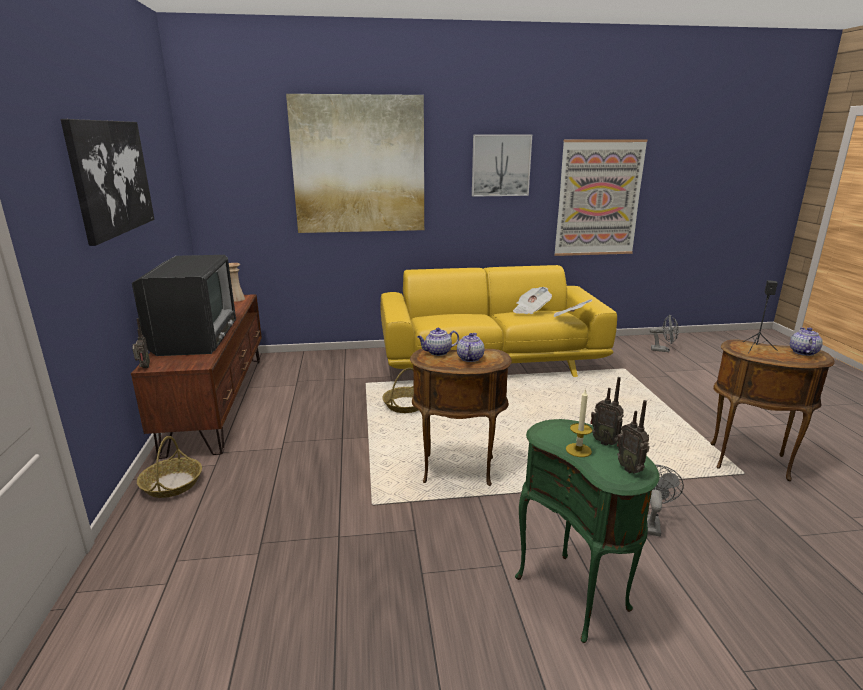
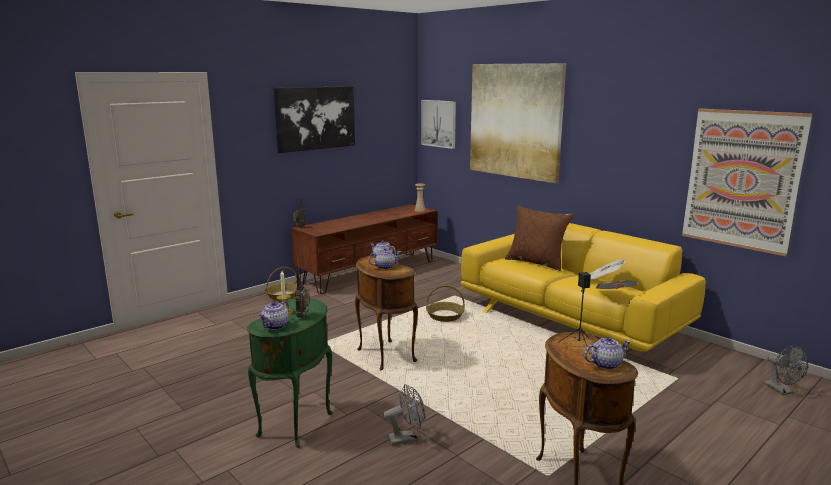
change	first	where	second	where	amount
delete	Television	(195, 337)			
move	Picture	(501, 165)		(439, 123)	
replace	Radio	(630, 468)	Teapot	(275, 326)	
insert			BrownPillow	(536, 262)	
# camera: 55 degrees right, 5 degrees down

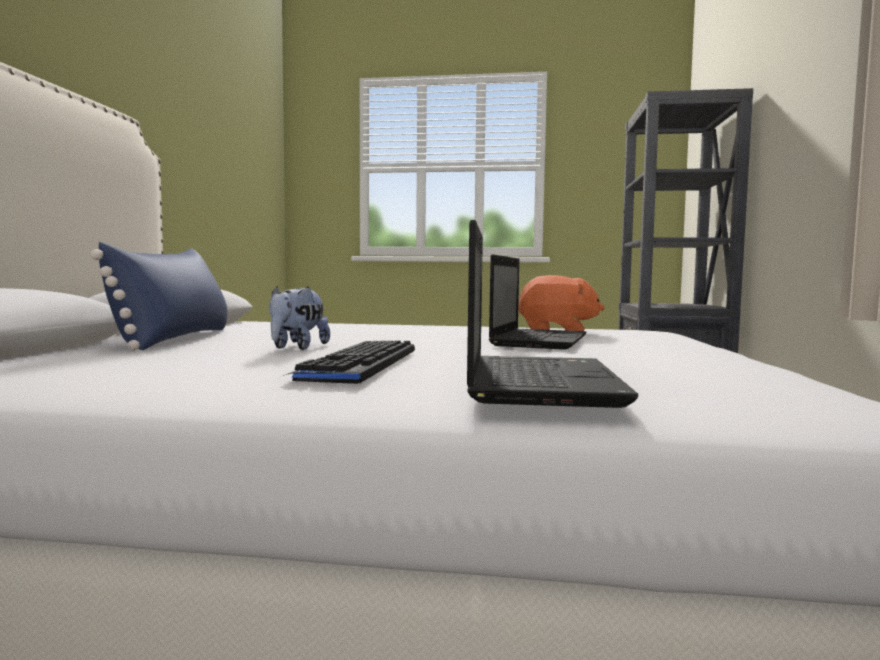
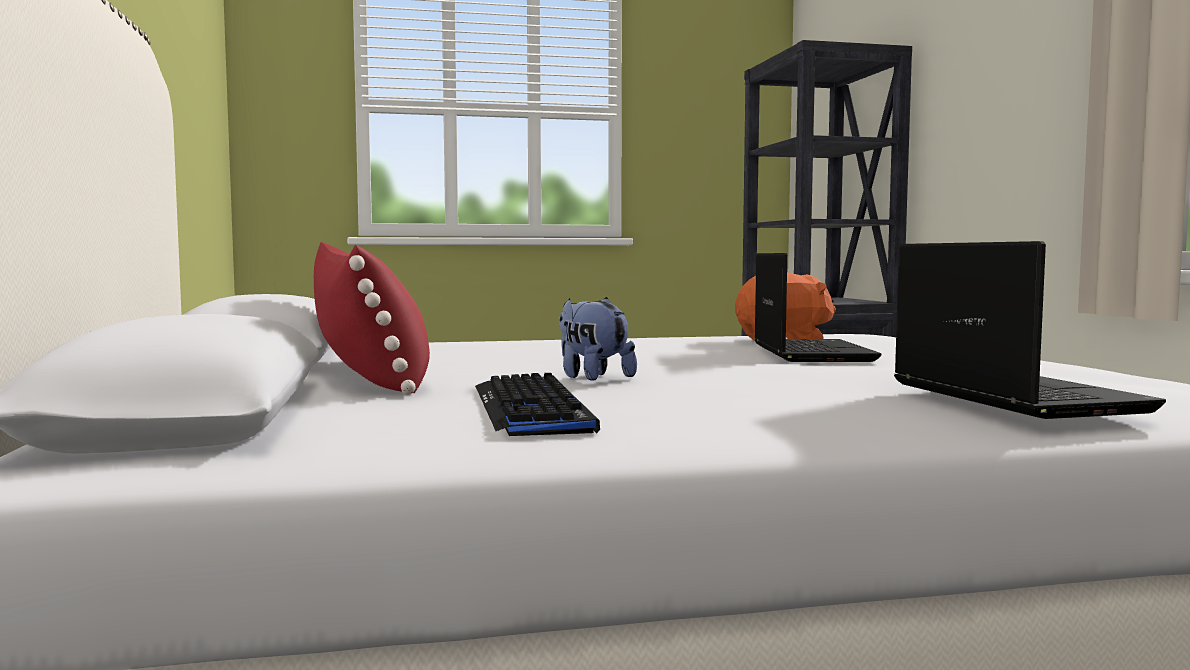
change	first	where	second	where	amount
recolor	BluePillow	(176, 338)	RedPillow	(368, 375)	
rotate	PlushToy	(297, 347)		(592, 377)	150 degrees clockwise
move	Keyboard	(359, 364)		(531, 408)	
# camera: 20 degrees left, 0 degrees up

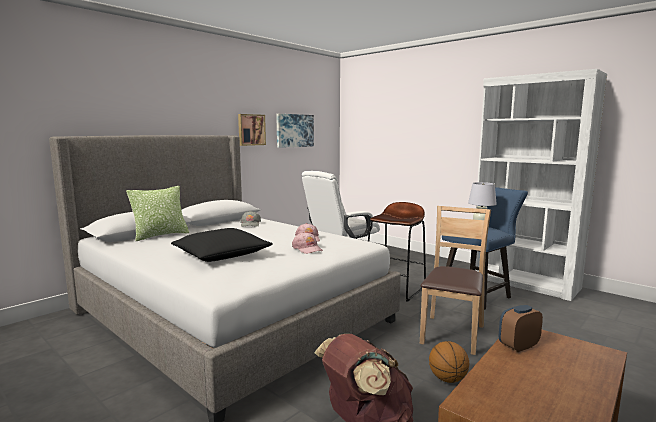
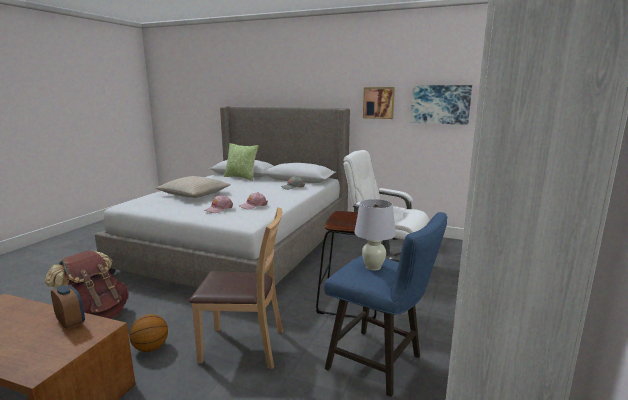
change	first	where	second	where	amount
recolor	BlackPillow	(221, 255)	BeigePillow	(194, 194)	
# camera: 70 degrees right, 5 degrees up

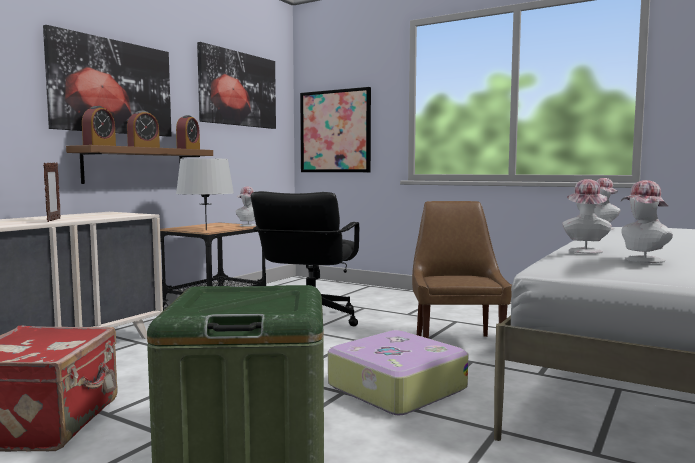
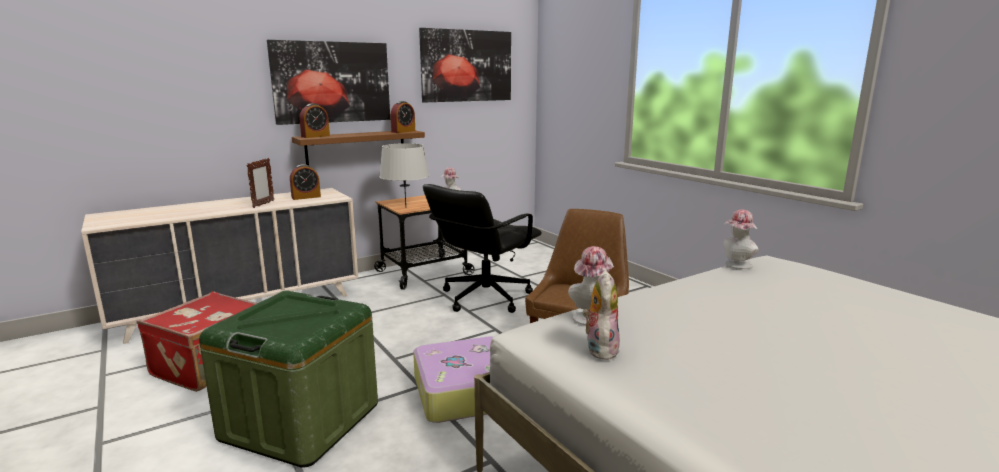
change	first	where	second	where	amount
move	AlarmClock	(144, 147)		(306, 197)	
delete	Picture	(335, 131)			
replace	Hat	(641, 260)	PlushToy	(599, 349)	
# camera: 25 degrees right, 10 degrees up

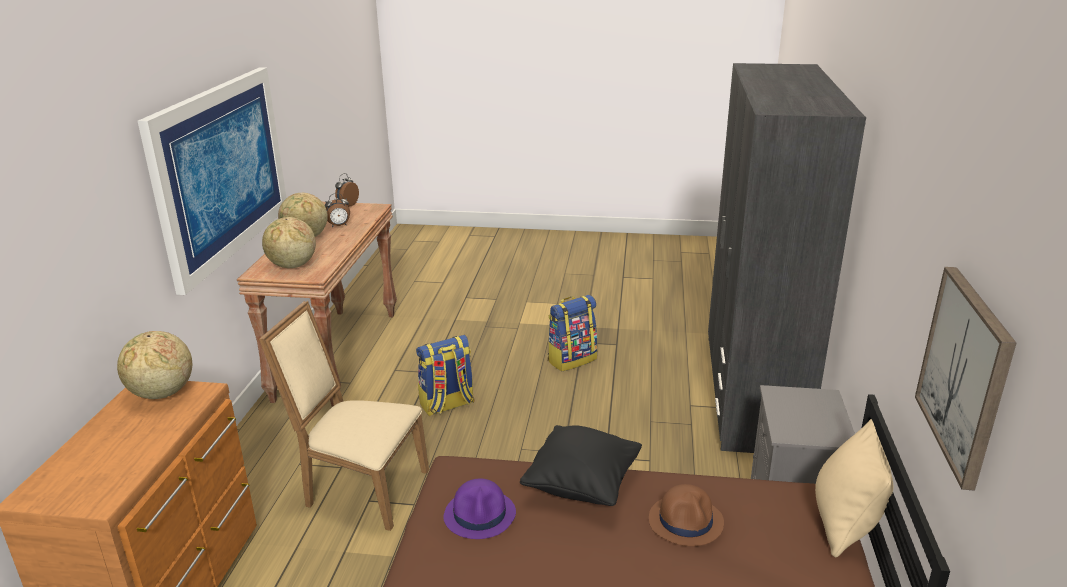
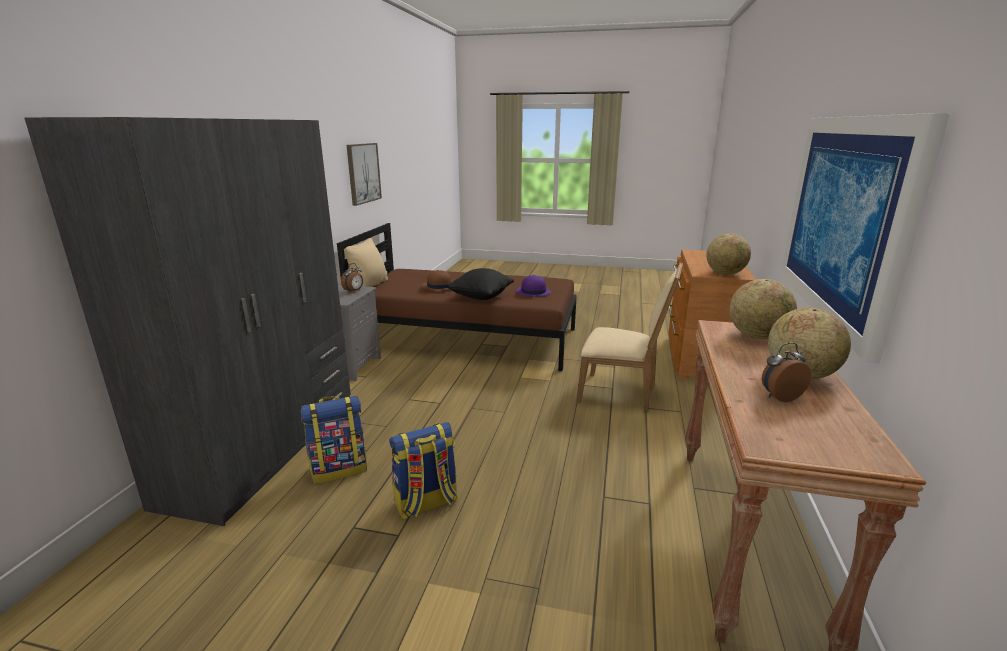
change	first	where	second	where	amount
move	AlarmClock	(347, 205)		(354, 291)	
move	Backpack	(447, 405)		(339, 469)	
# camera: 175 degrees left, 5 degrees down

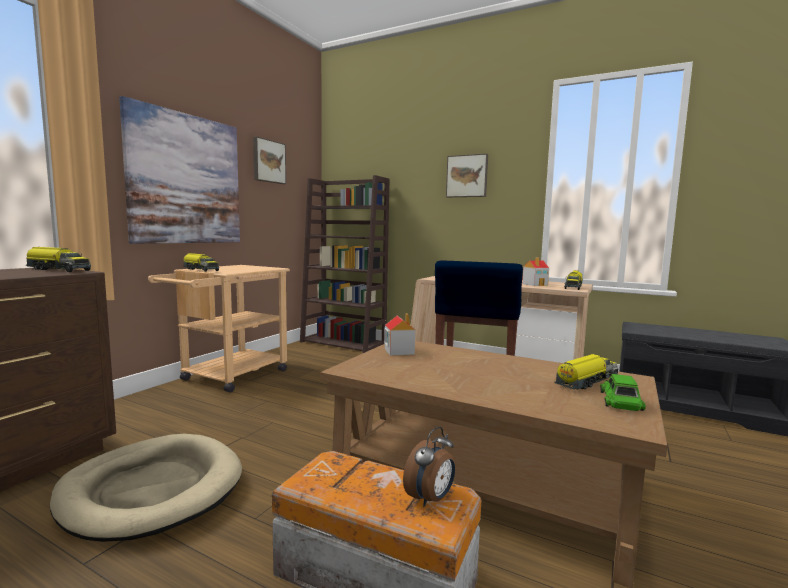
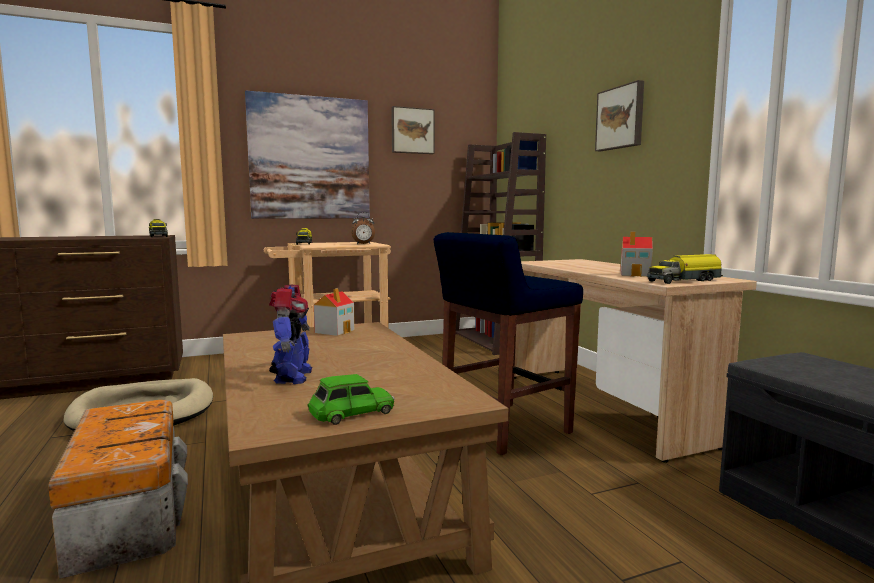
change	first	where	second	where	amount
move	AlarmClock	(431, 499)		(363, 244)	
delete	ToyTruck	(586, 381)			
insert			ToyRobot	(291, 377)	
# camera: 40 degrees right, 0 degrees up

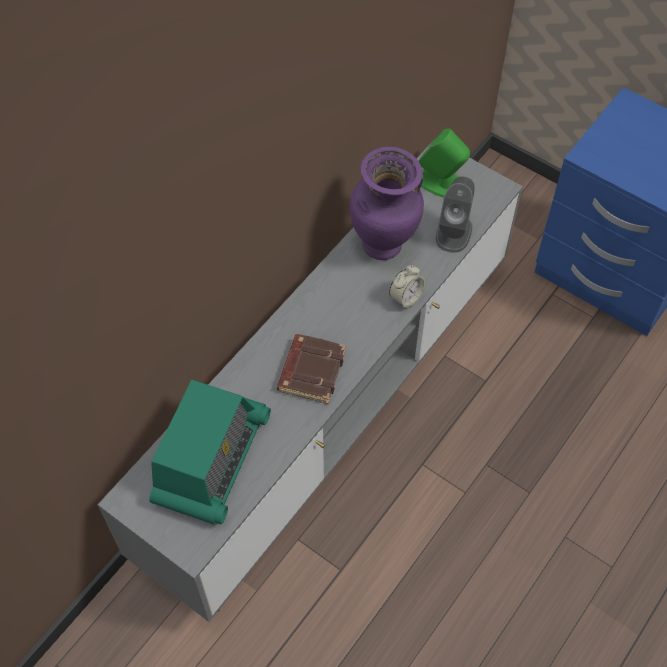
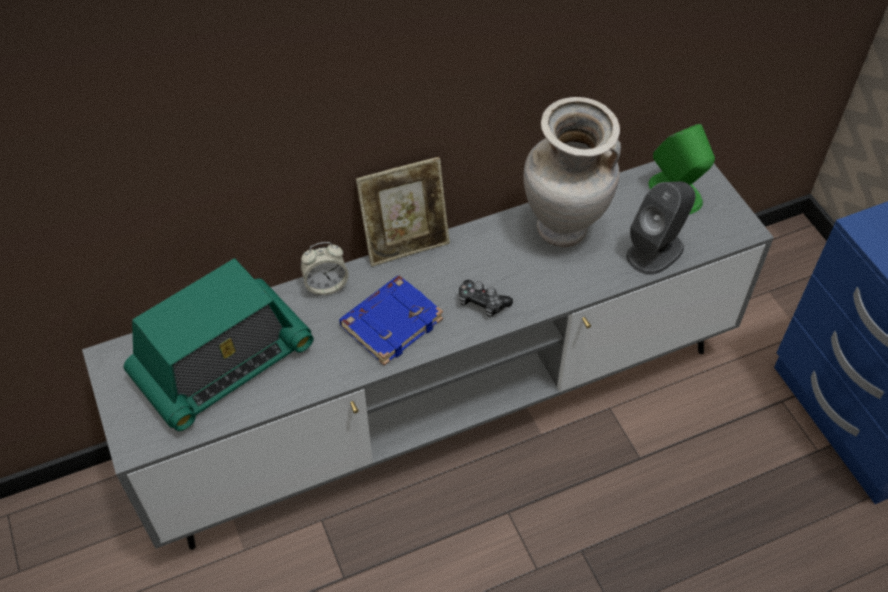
change	first	where	second	where	amount
recolor	BrownBook	(311, 370)	BlueBook	(391, 322)	
recolor	PurpleVase	(383, 247)	BeigeVase	(562, 231)	
move	AlarmClock	(406, 298)		(326, 285)	
insert			PictureFrame	(406, 243)	
insert			GameController	(482, 303)	
# camera: 30 degrees right, 5 degrees down

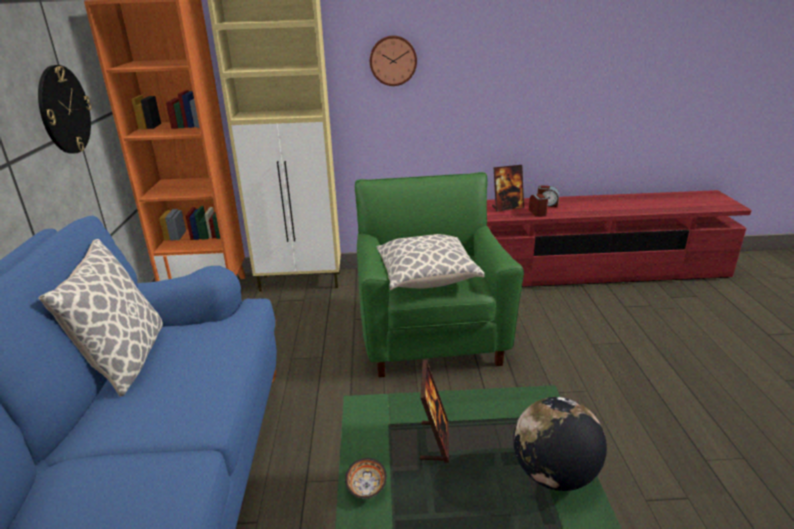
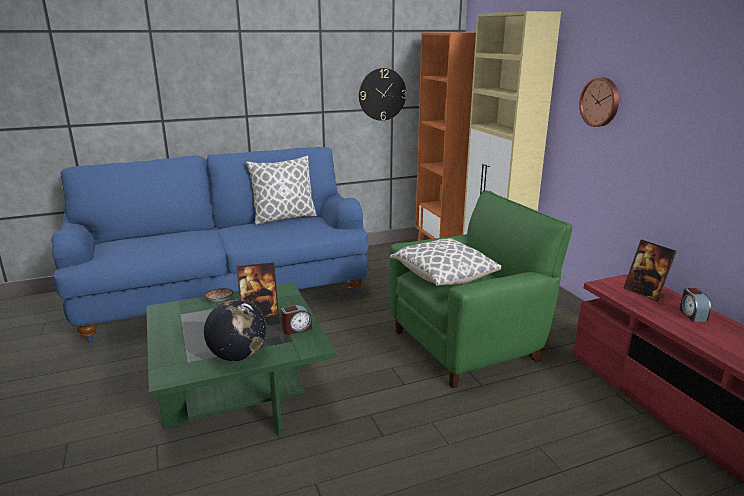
change	first	where	second	where	amount
move	AlarmClock	(538, 212)		(296, 329)	
# camera: 70 degrees right, 5 degrees down

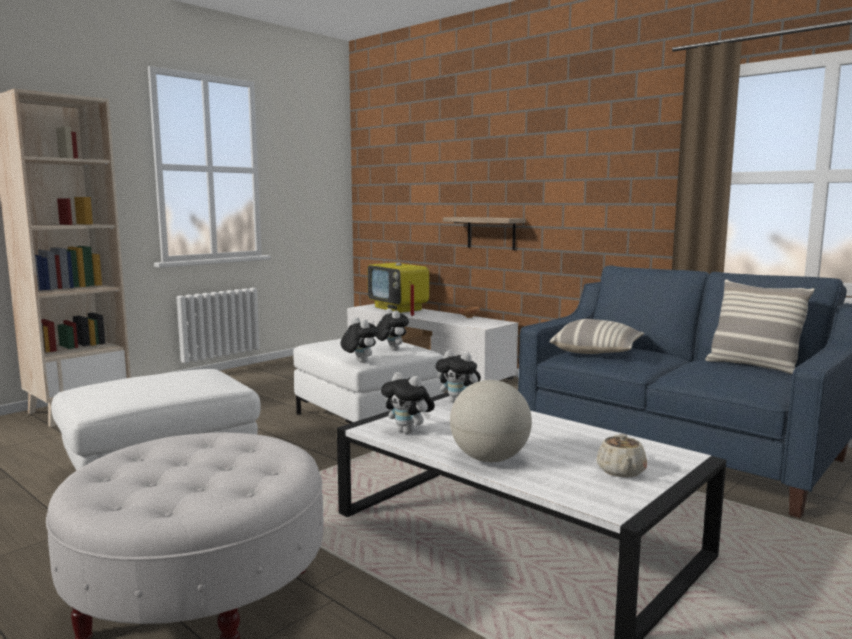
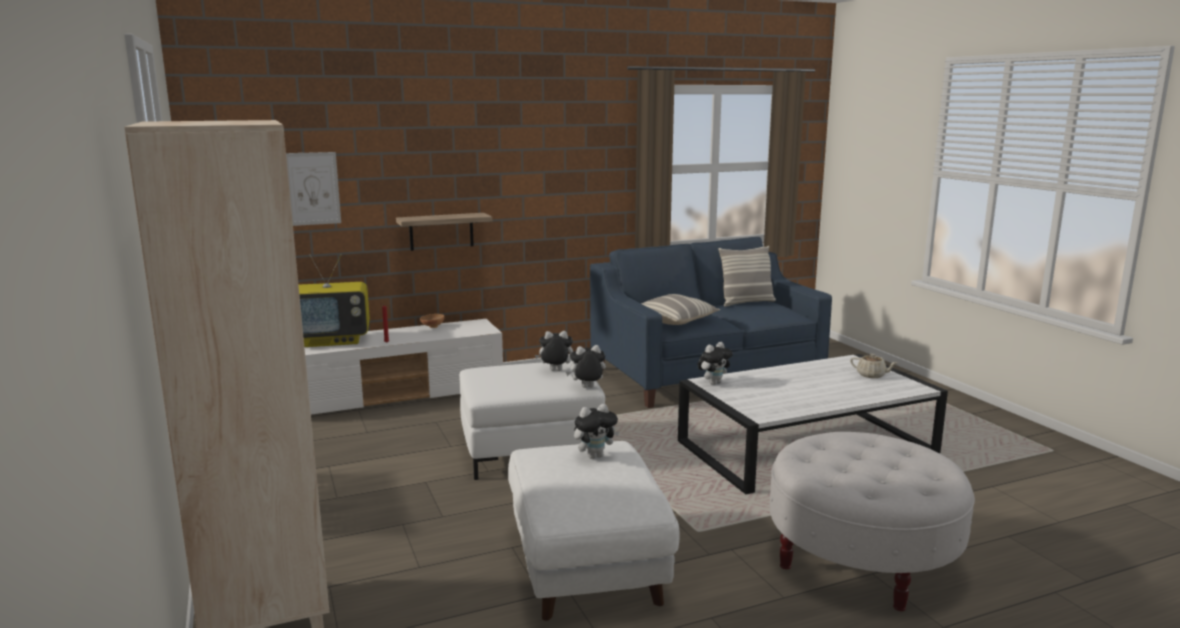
change	first	where	second	where	amount
move	PlushToy	(409, 432)		(595, 456)	
delete	Globe	(489, 459)			
insert			Picture	(313, 188)	
# camera: 65 degrees left, 5 degrees up

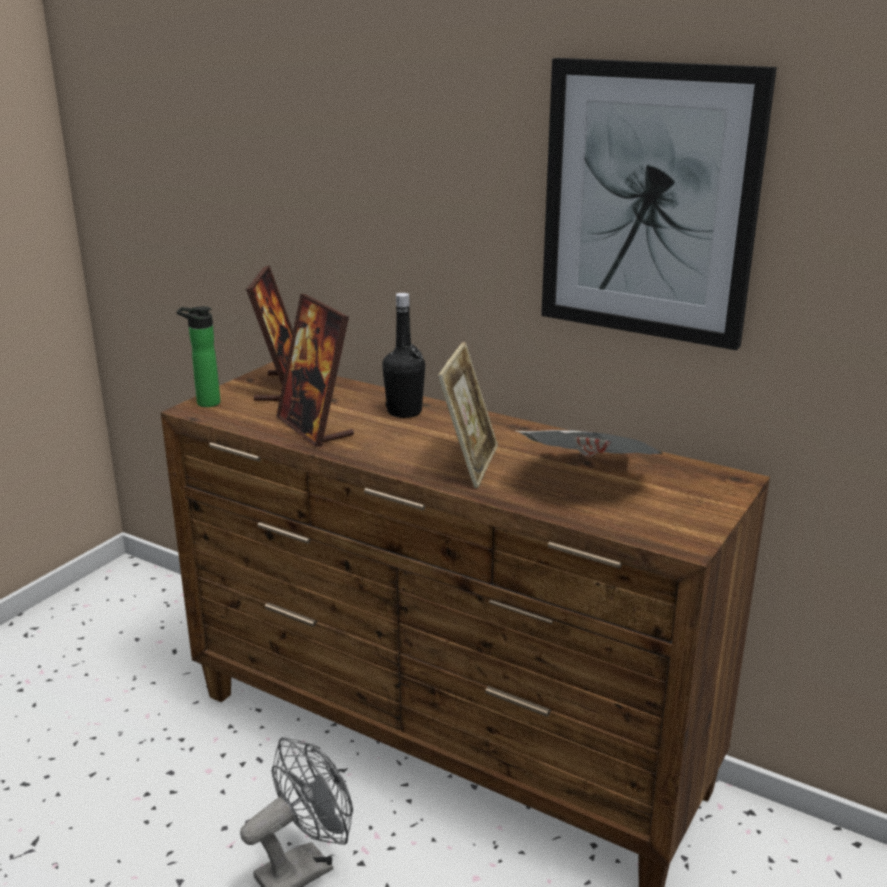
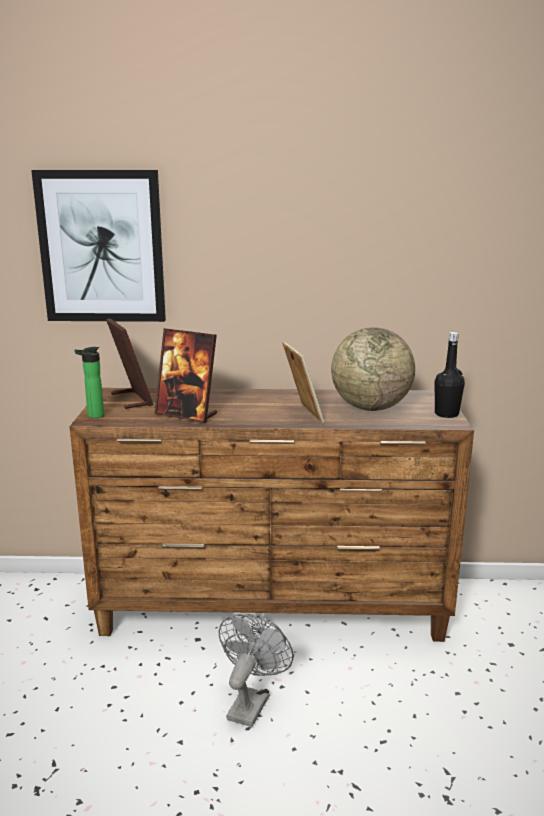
change	first	where	second	where	amount
move	BlackBottle	(404, 412)		(446, 414)	
replace	Newspaper	(587, 479)	Globe	(370, 408)	
move	Picture	(649, 202)		(102, 247)	
# camera: 30 degrees left, 5 degrees down

